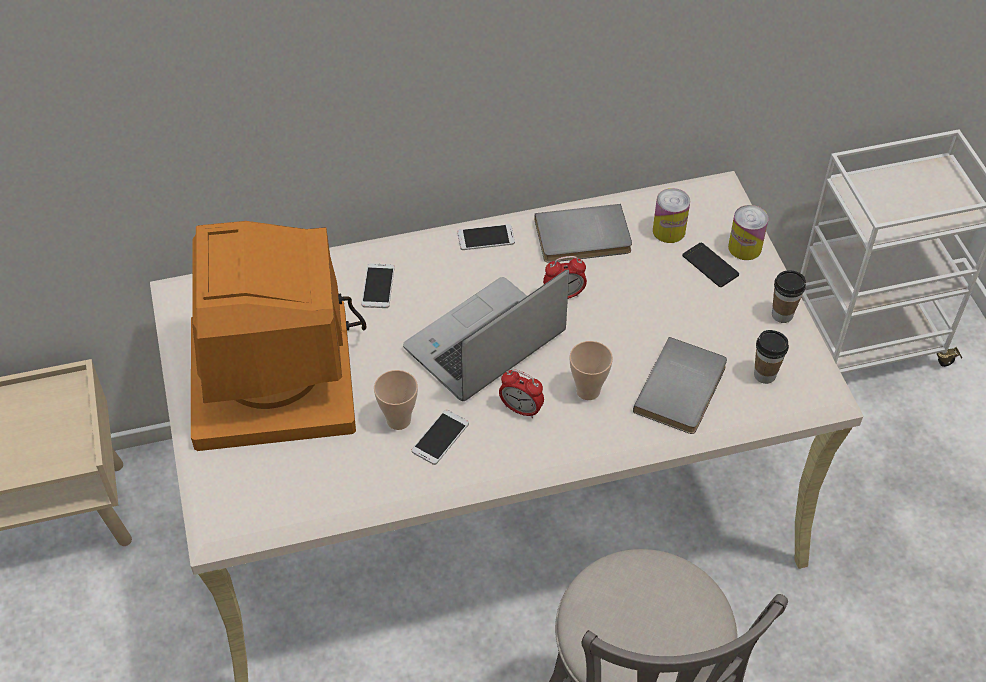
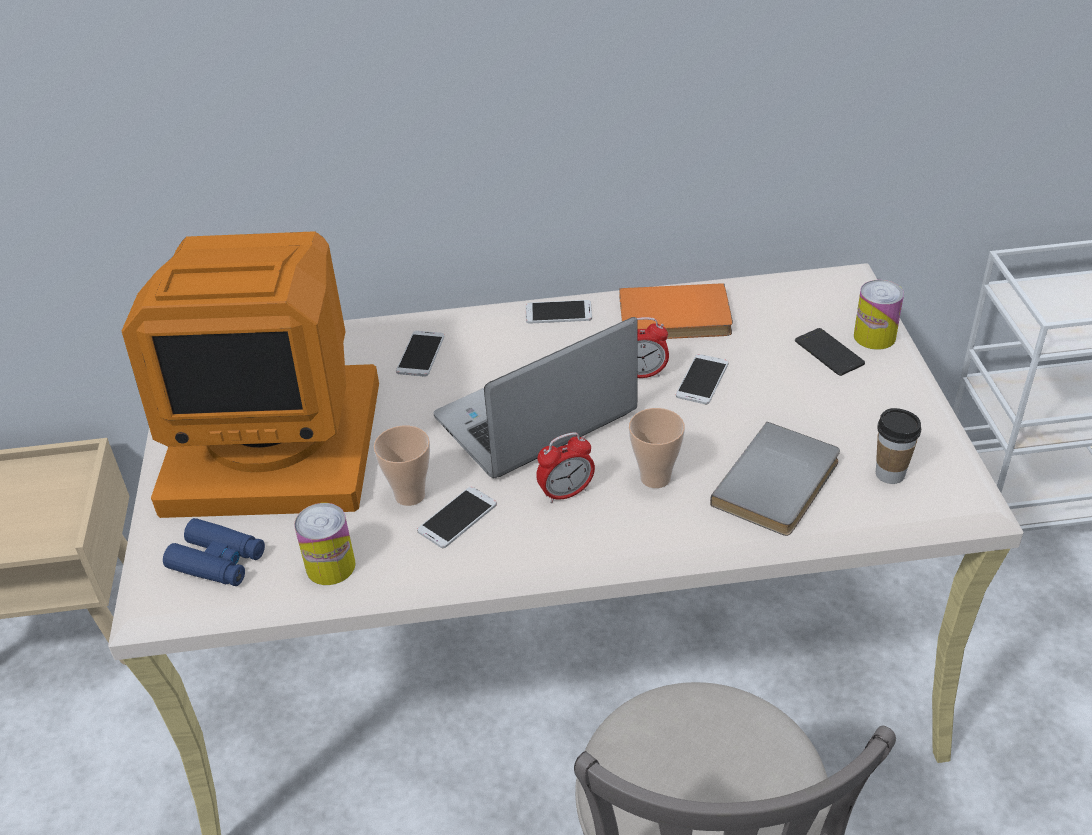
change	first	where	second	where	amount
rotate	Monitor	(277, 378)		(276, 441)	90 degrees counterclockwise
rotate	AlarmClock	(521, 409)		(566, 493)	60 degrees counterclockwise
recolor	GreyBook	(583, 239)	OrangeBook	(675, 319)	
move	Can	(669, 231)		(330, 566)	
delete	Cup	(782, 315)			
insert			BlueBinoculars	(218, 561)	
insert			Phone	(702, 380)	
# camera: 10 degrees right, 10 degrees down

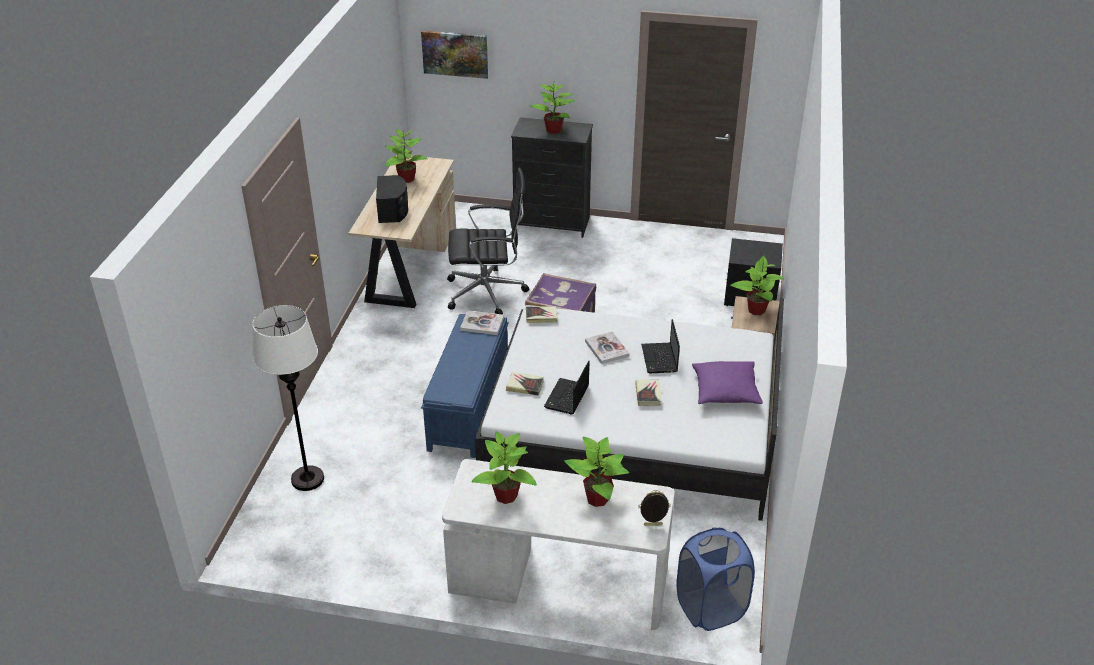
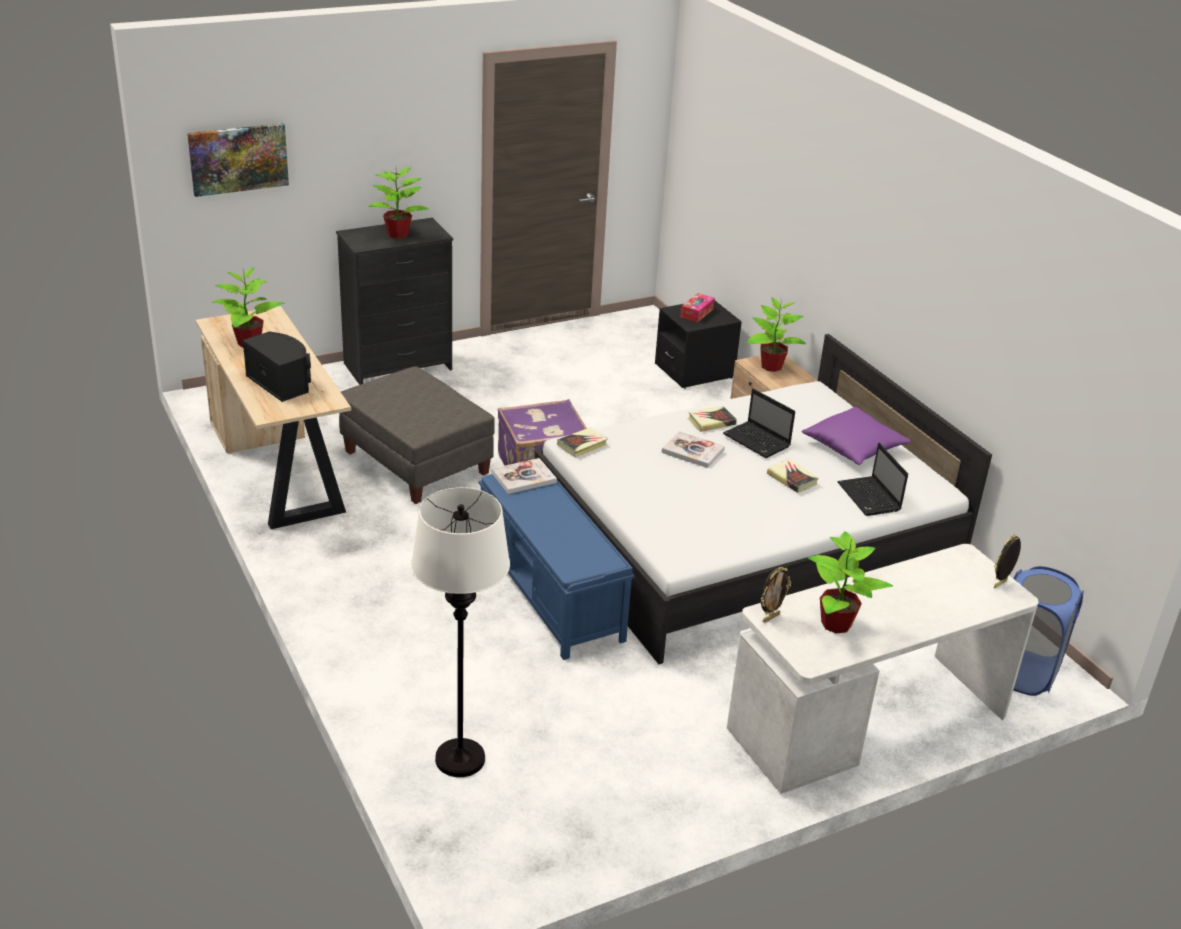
change	first	where	second	where	amount
replace	BlackOfficeChair	(488, 293)	GreyOttoman	(416, 463)	
move	Book	(525, 386)		(711, 422)	
move	Laptop	(567, 398)		(870, 498)	
delete	PottedPlant	(598, 499)			
insert			TissueBox	(697, 313)	
insert			PictureFrame	(770, 617)	
# camera: 40 degrees left, 5 degrees down

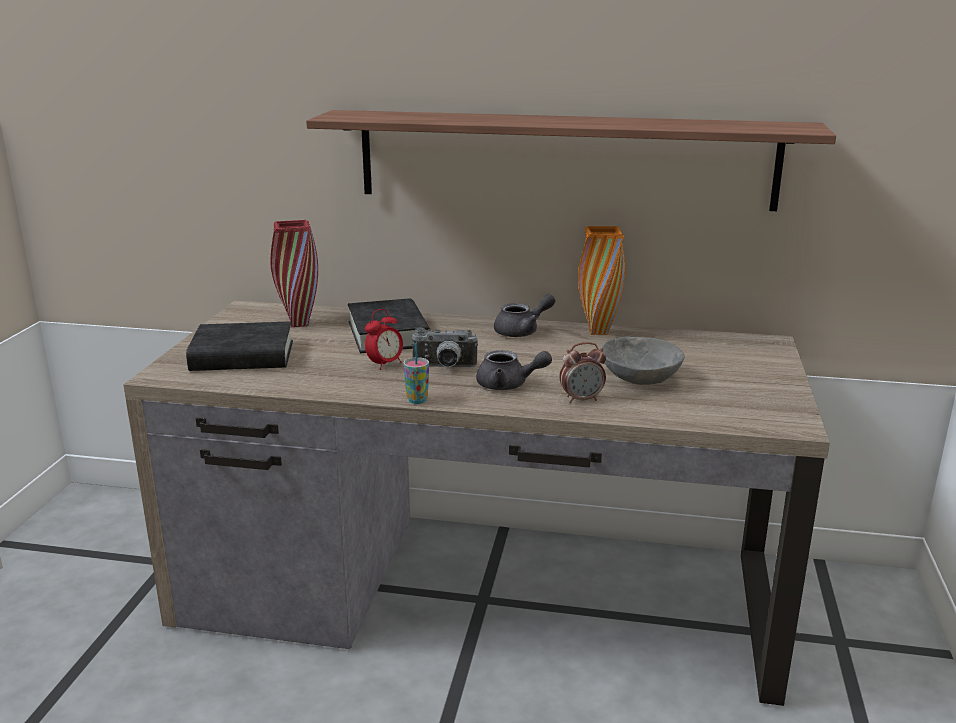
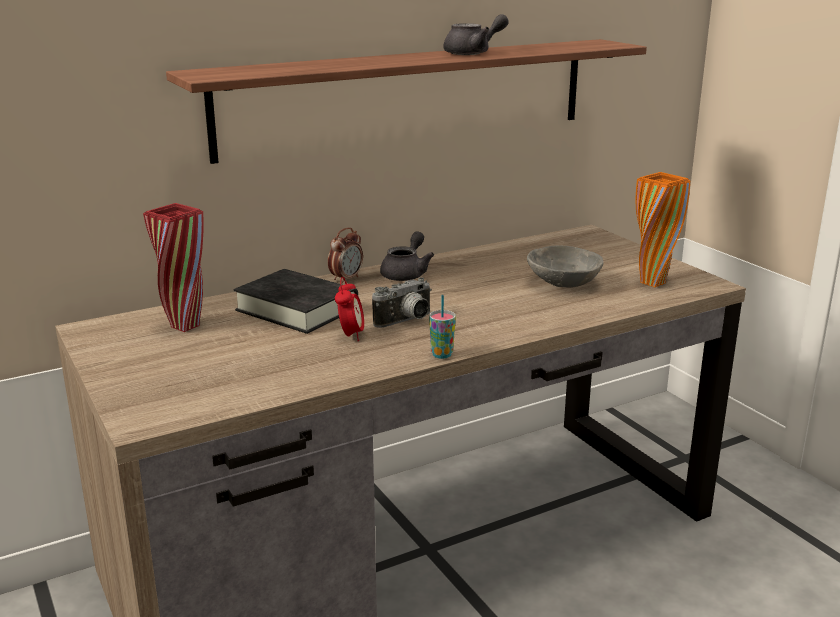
change	first	where	second	where	amount
delete	BlackBook	(242, 356)			
move	GreyTeapot	(508, 385)		(473, 53)	
move	AlarmClock	(581, 399)		(346, 279)	
move	OrangeVase	(598, 331)		(652, 283)	
# camera: 40 degrees left, 0 degrees up

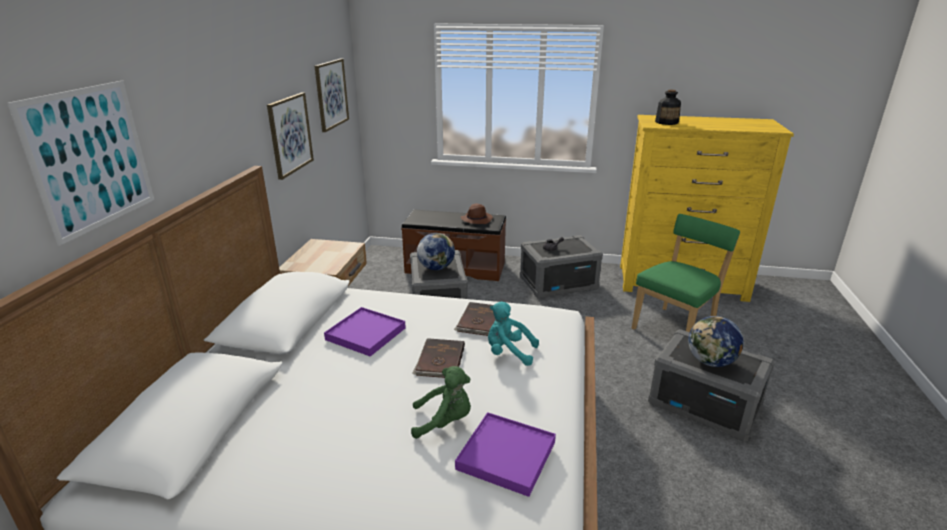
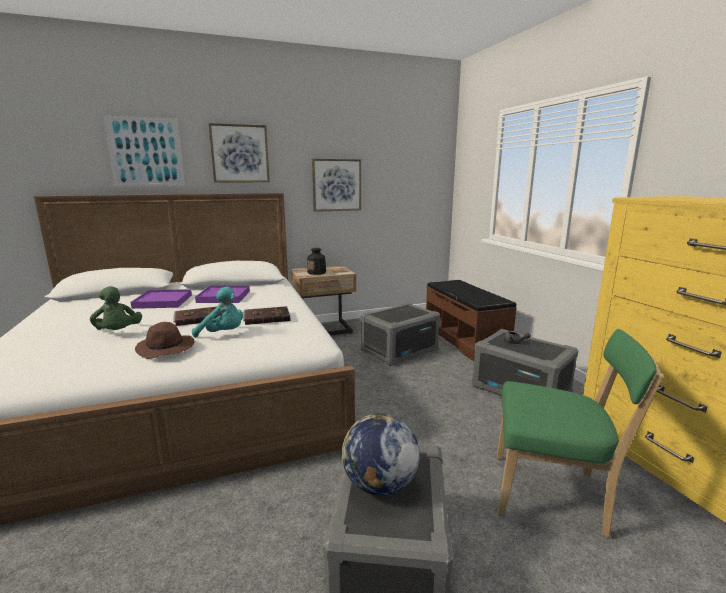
change	first	where	second	where	amount
move	Picture	(331, 94)		(240, 153)	
delete	Globe	(436, 268)			
move	PurpleTray	(506, 455)		(163, 301)	
move	BrownHat	(476, 219)		(166, 349)	
rotate	TurquoisePlushToy	(508, 353)		(223, 334)	120 degrees clockwise
move	Bottle	(667, 122)		(317, 272)	
# camera: 60 degrees right, 10 degrees down

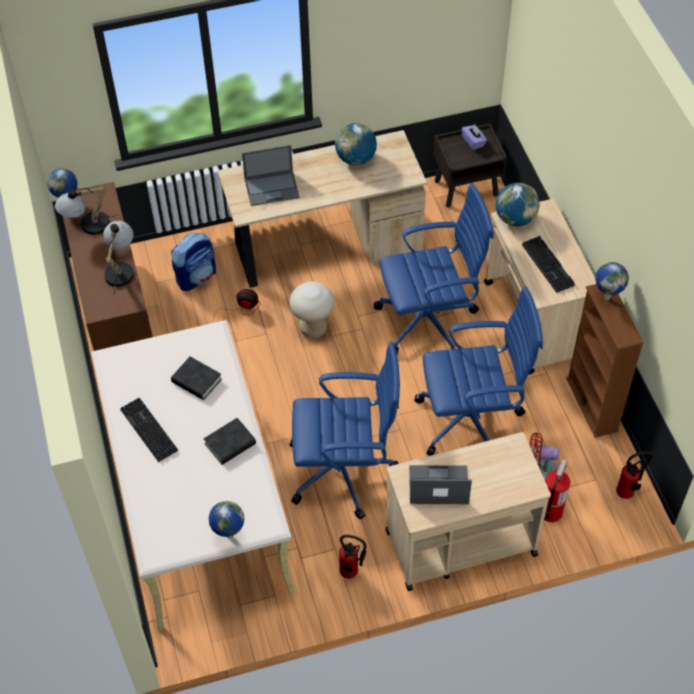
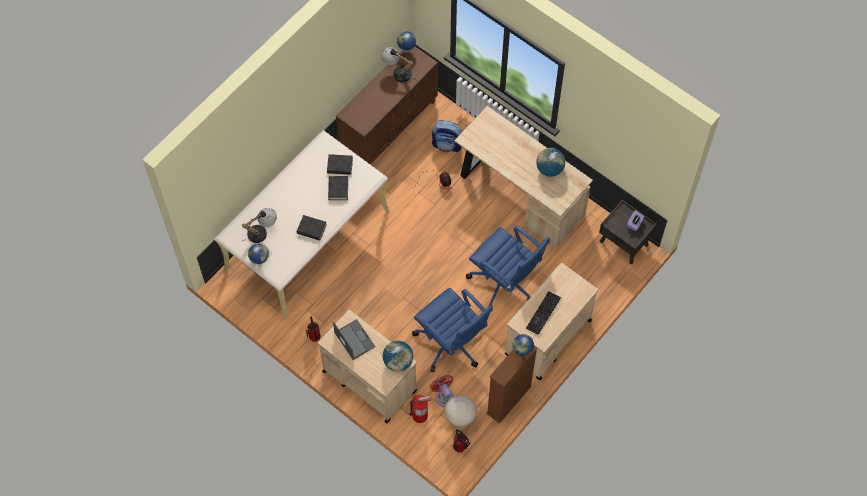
change	first	where	second	where	amount
move	TableLamp	(121, 268)		(262, 232)	
delete	Keyboard	(147, 430)			
delete	Laptop	(272, 188)			
move	BeigeStool	(313, 329)		(460, 421)	
delete	BlueOfficeChair	(345, 471)			
move	Globe	(515, 219)		(398, 361)	
insert			BlackBook	(340, 166)	
# camera: 55 degrees right, 10 degrees up

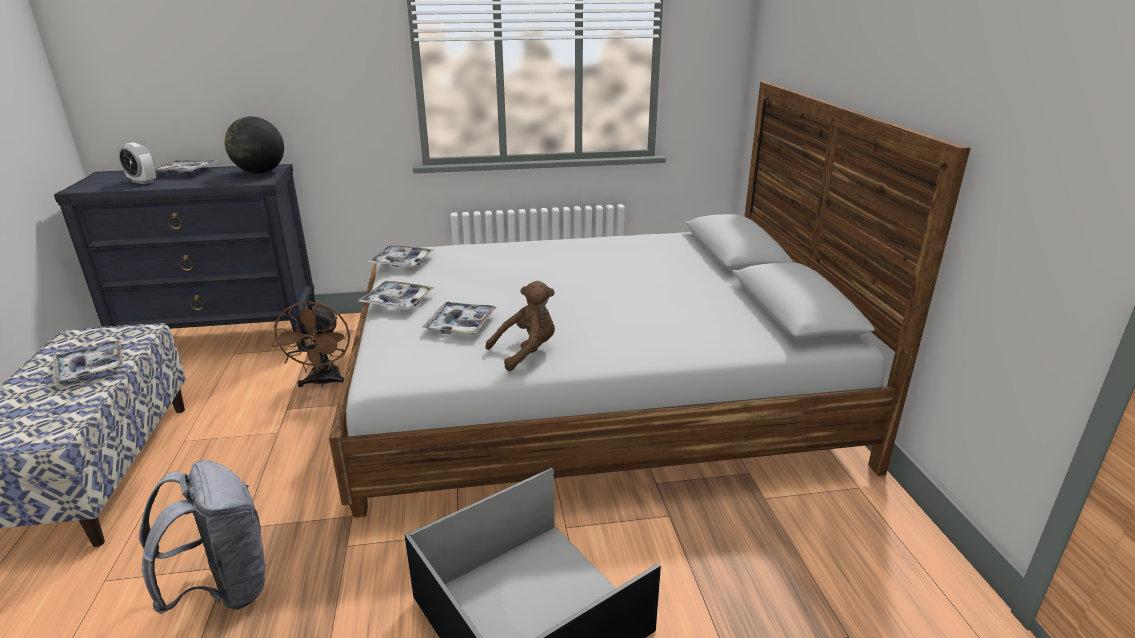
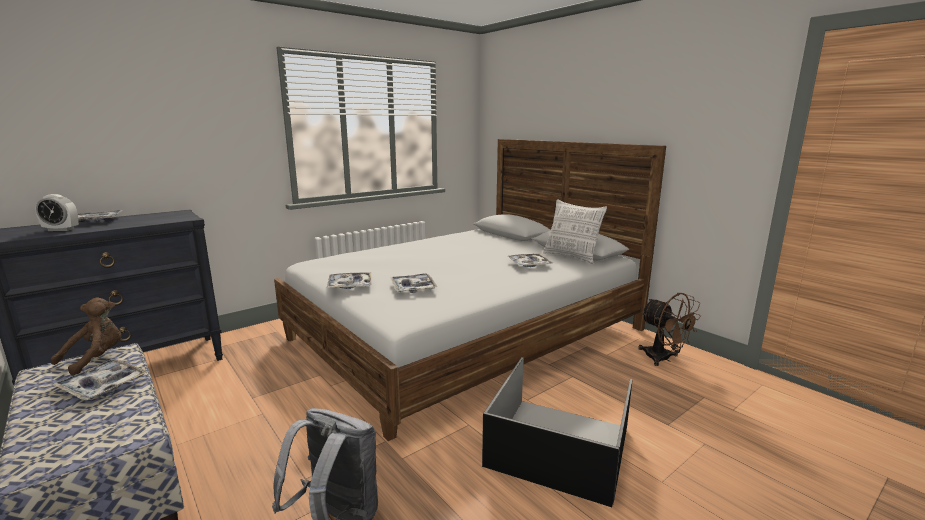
change	first	where	second	where	amount
delete	Globe	(260, 172)			
move	BrownFan	(323, 382)		(663, 359)	
move	Tray	(402, 262)		(529, 264)	
move	BrownPlushToy	(527, 352)		(96, 359)	
insert			Pillow	(571, 257)	
# camera: 30 degrees left, 10 degrees down

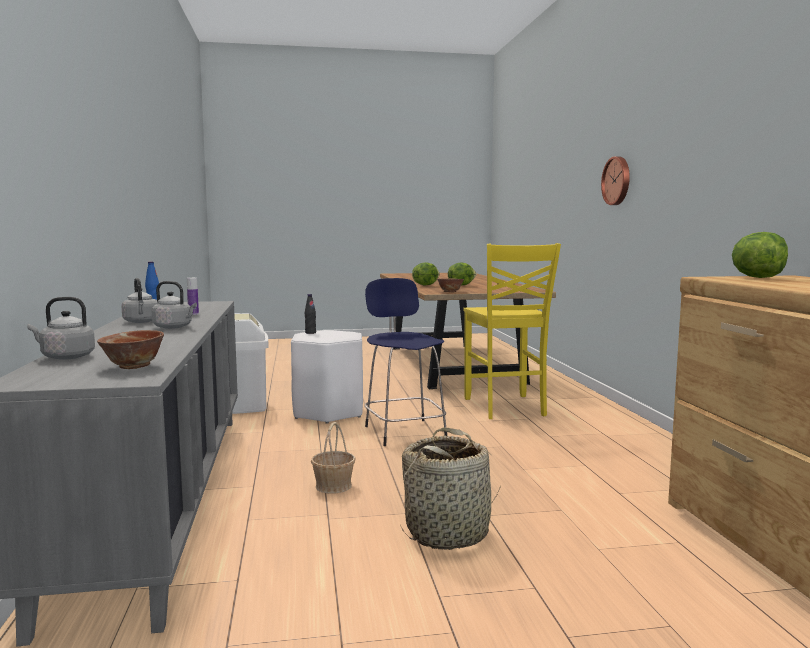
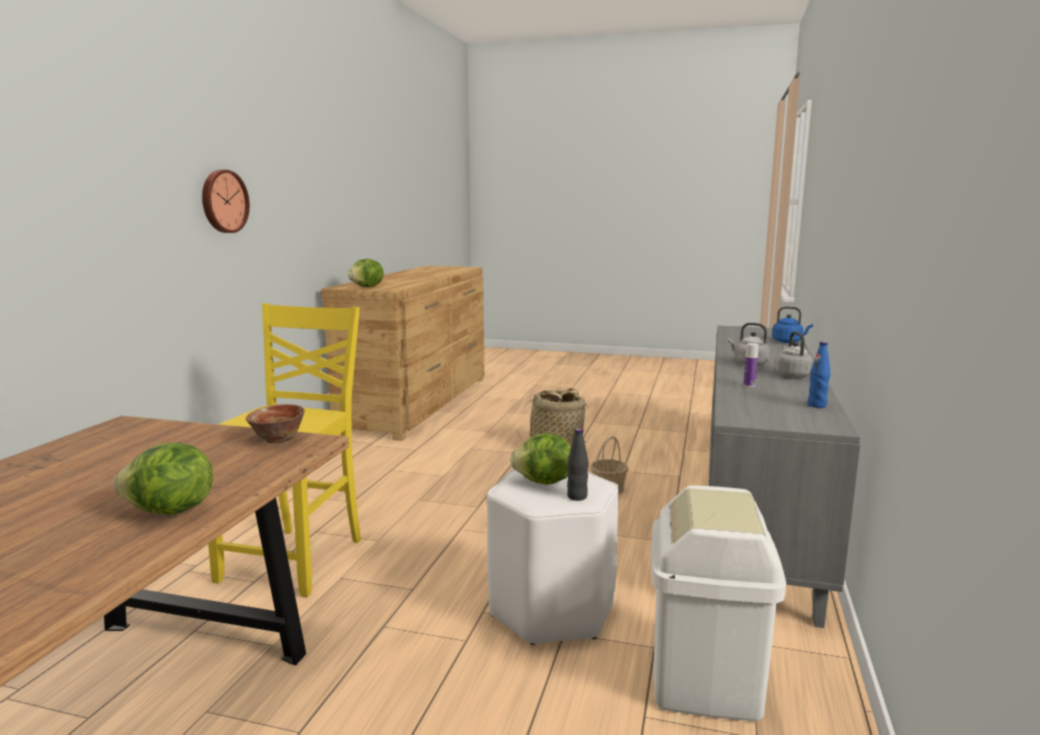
change	first	where	second	where	amount
recolor	GreyKettle	(65, 357)	BlueKettle	(788, 341)	
delete	Bowl	(133, 366)			
delete	BlueStool	(404, 431)			
move	Lettuce	(461, 285)		(544, 482)	
move	WallClock	(617, 181)		(223, 201)	
# camera: 155 degrees left, 5 degrees up

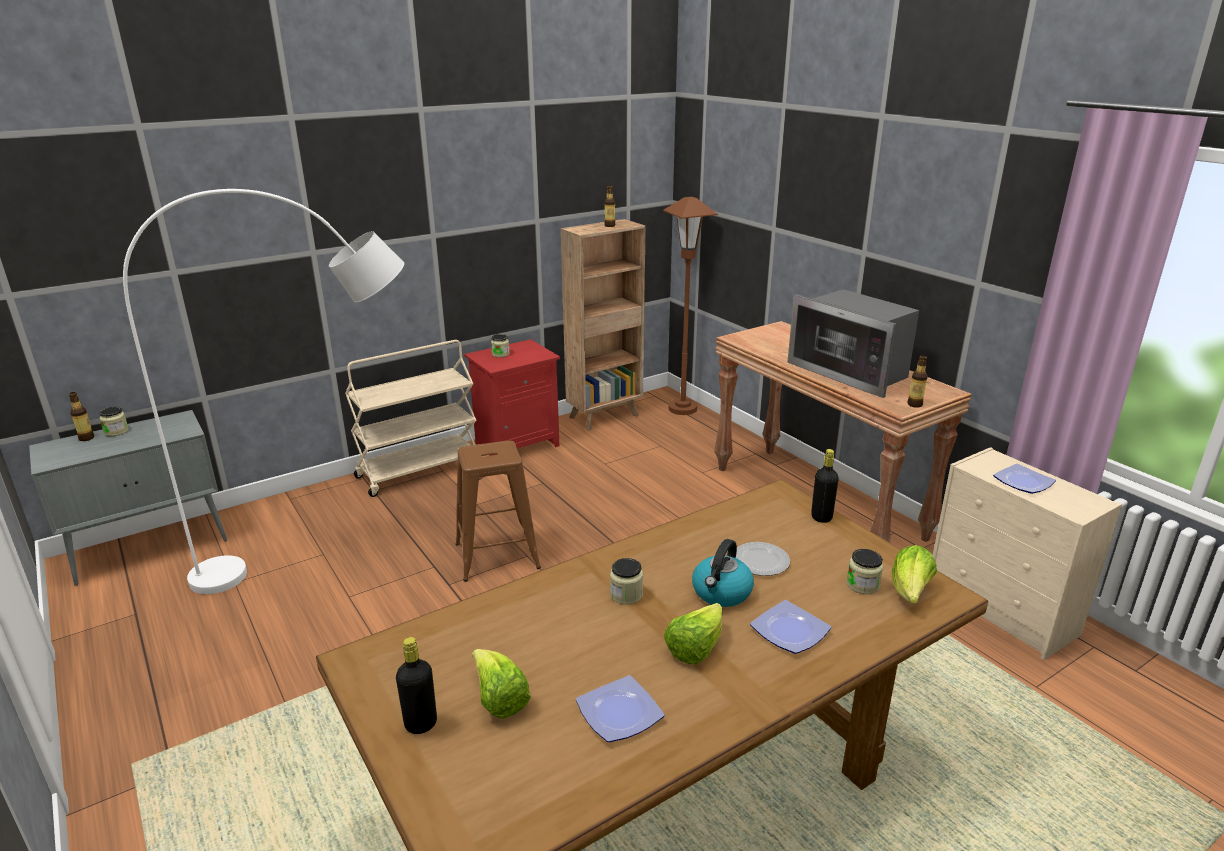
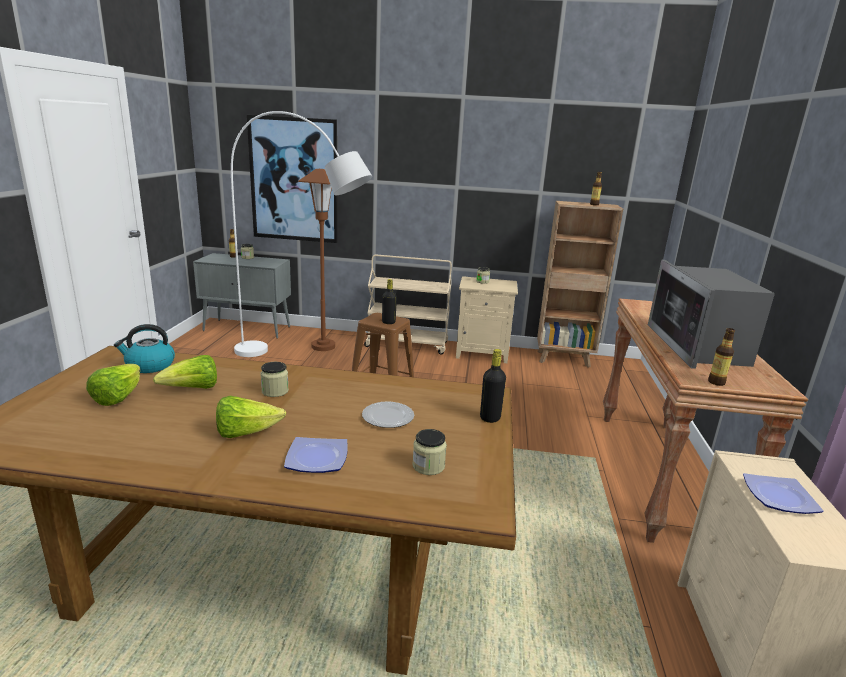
change	first	where	second	where	amount
move	BlackBottle	(421, 724)		(388, 322)	
recolor	RedNightstand	(517, 443)	BeigeNightstand	(483, 353)	
delete	Plate	(620, 712)			
move	BrownFloorLamp	(682, 409)		(323, 346)	
move	Kettle	(721, 593)		(149, 366)	
move	Lettuce	(910, 592)		(192, 389)	
insert			Picture	(294, 180)	
# camera: 40 degrees right, 5 degrees down

